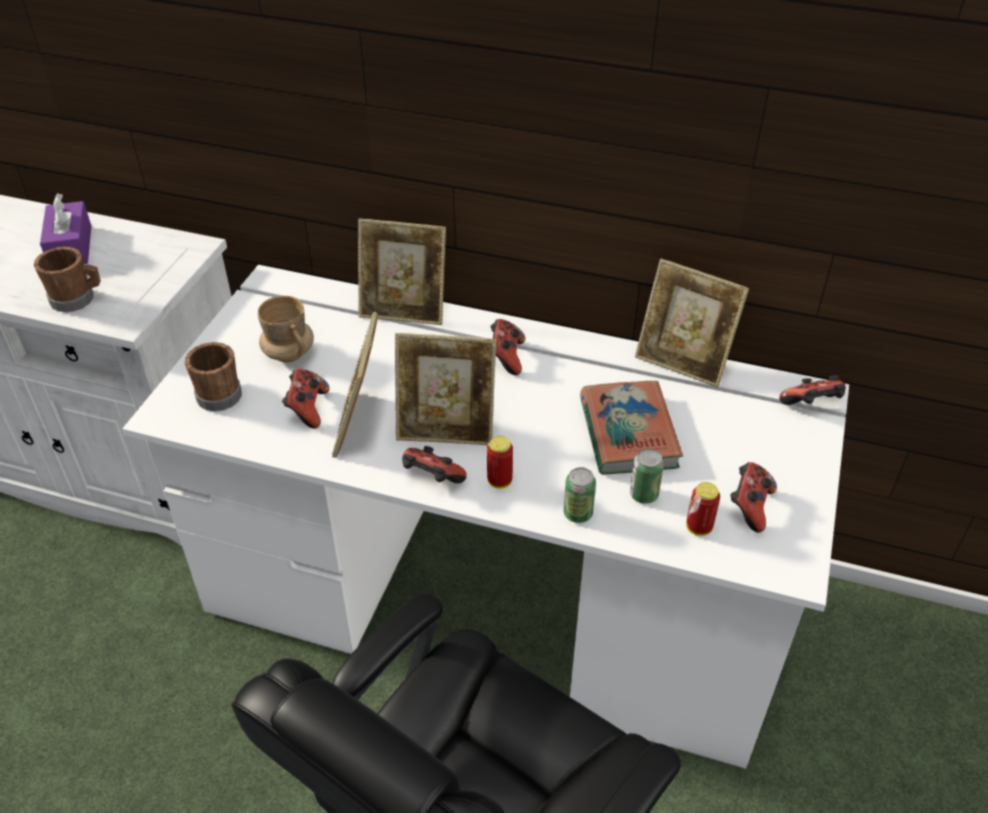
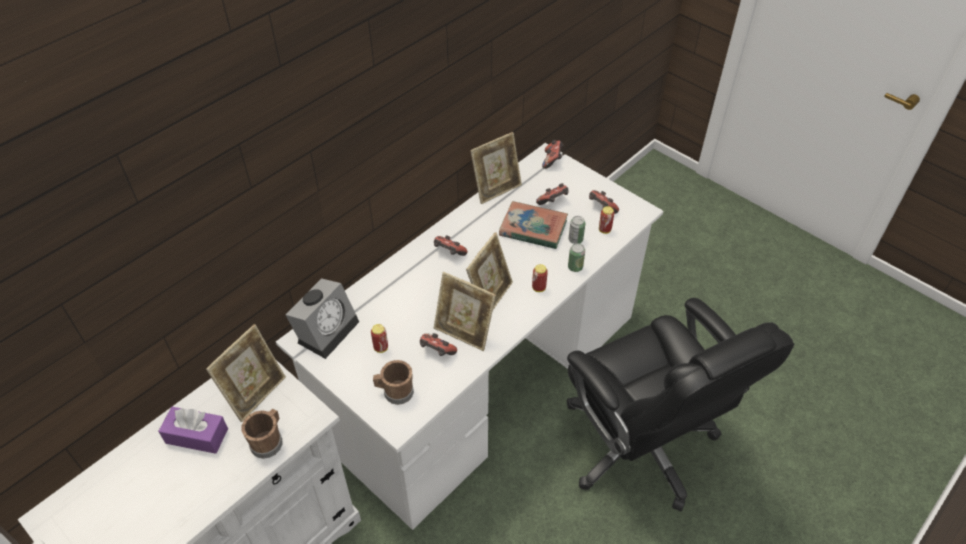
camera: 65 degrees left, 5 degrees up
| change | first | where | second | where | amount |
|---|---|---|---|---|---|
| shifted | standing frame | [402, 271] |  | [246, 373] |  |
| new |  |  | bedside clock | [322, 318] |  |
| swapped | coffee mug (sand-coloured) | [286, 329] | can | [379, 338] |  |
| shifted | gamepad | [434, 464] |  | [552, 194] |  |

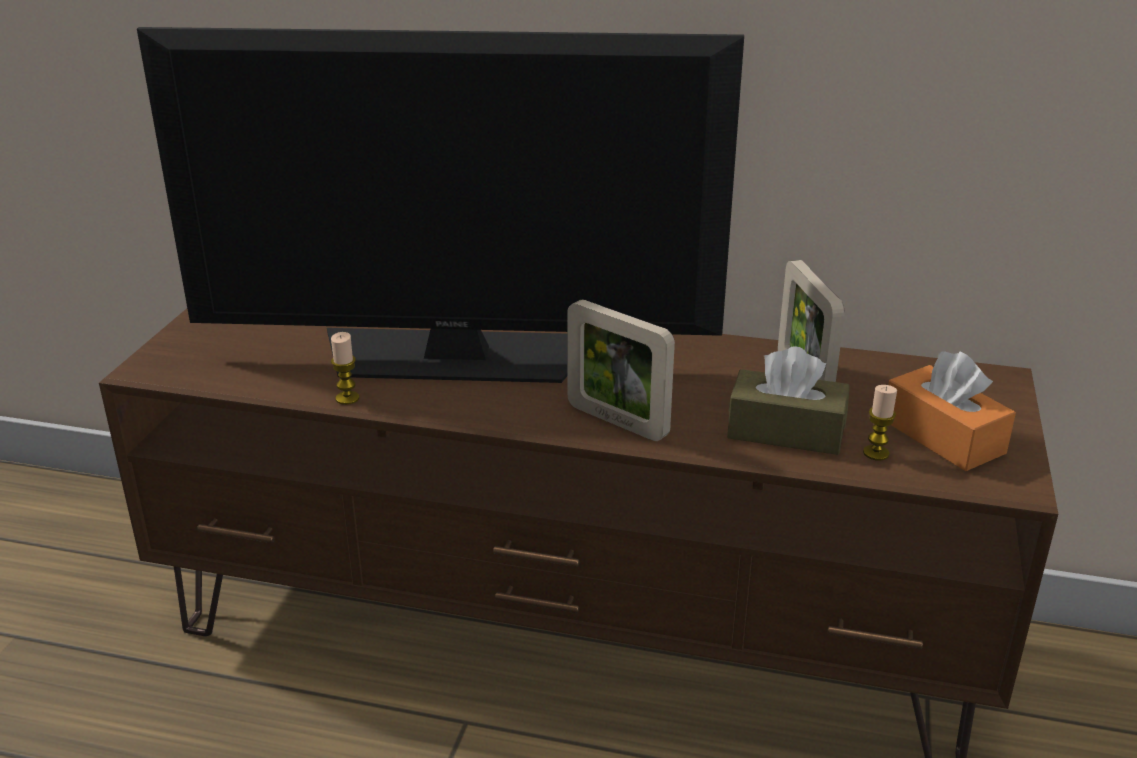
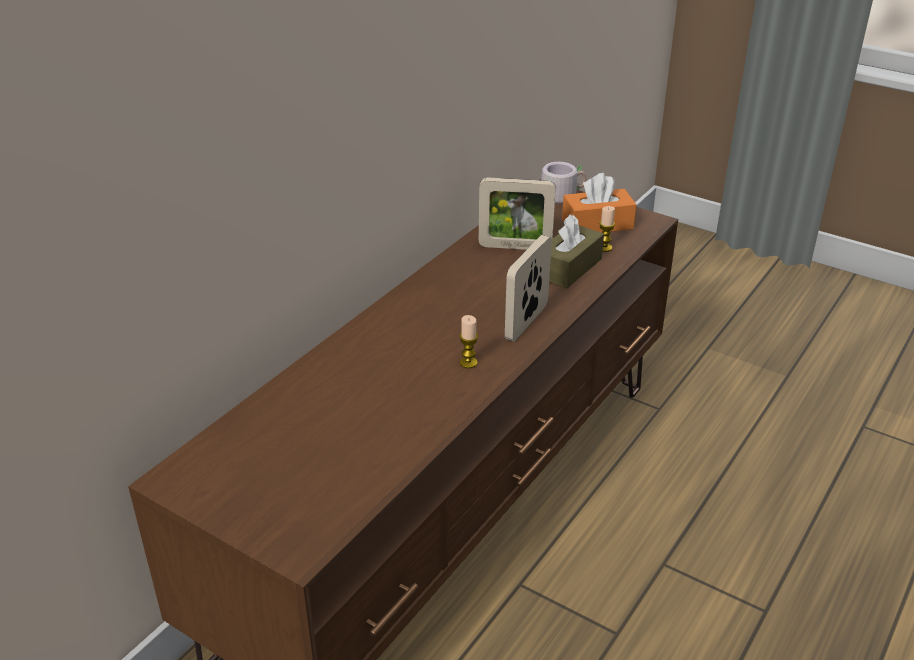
camera: 70 degrees left, 5 degrees up
| change | first | where | second | where | amount |
|---|---|---|---|---|---|
| shifted | wax candle | [345, 368] |  | [469, 341] |  |
| rotated | standing frame | [621, 370] |  | [528, 288] | 150 degrees clockwise |
| new |  |  | coffee mug (gray) | [563, 183] |  |
| gone | TV | [440, 205] |  |  |  |

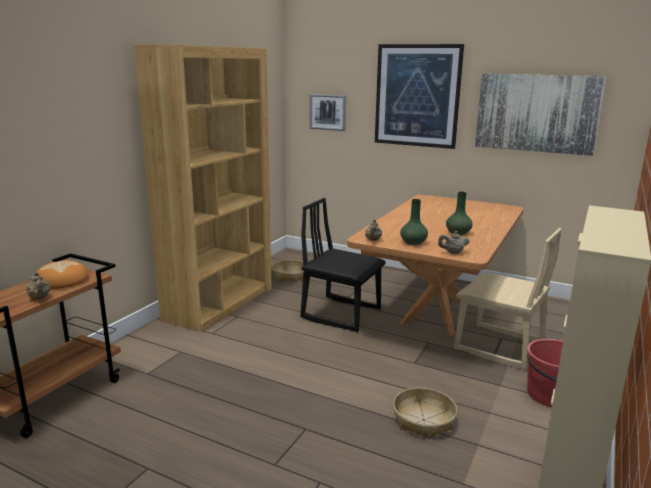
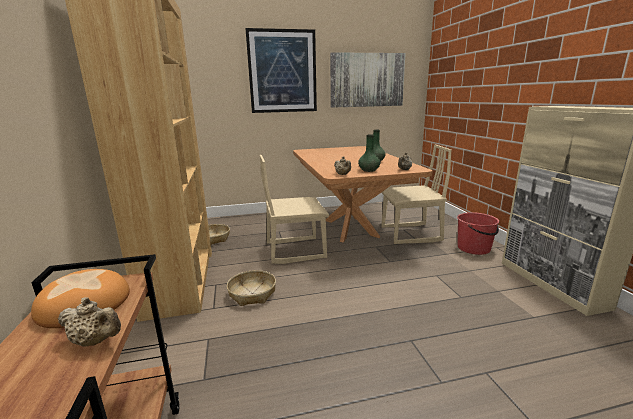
camera: 40 degrees left, 0 degrees up
| change | first | where | second | where | amount |
|---|---|---|---|---|---|
| shifted | basket | [425, 413] |  | [251, 288] |  |
| repainted | chair (blackish) | [343, 265] | chair (sand-coloured) | [294, 209] |  |
| gone | wall picture | [328, 112] |  |  |  |

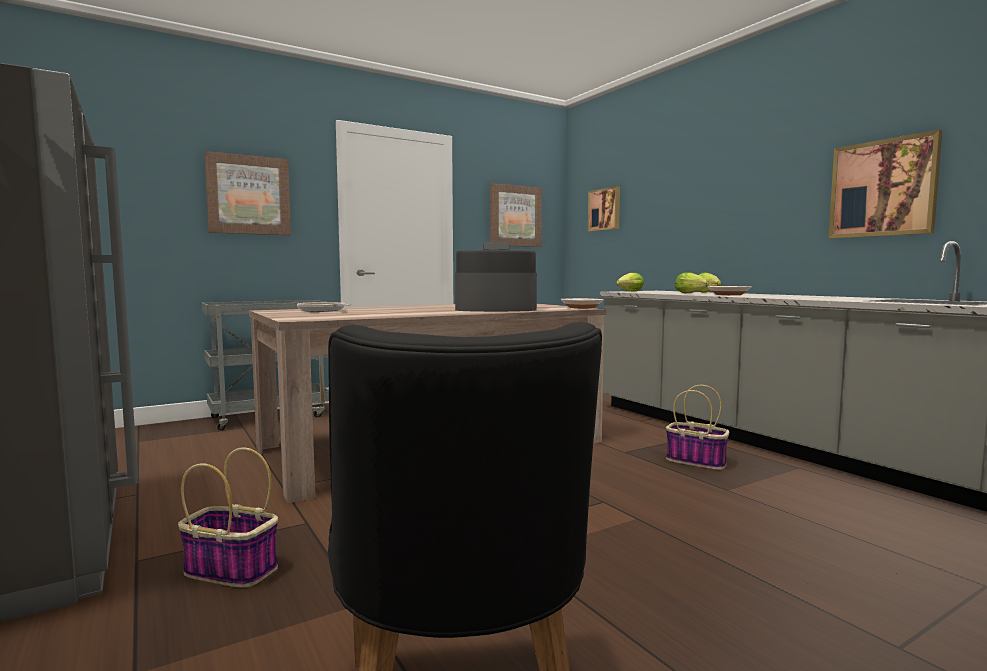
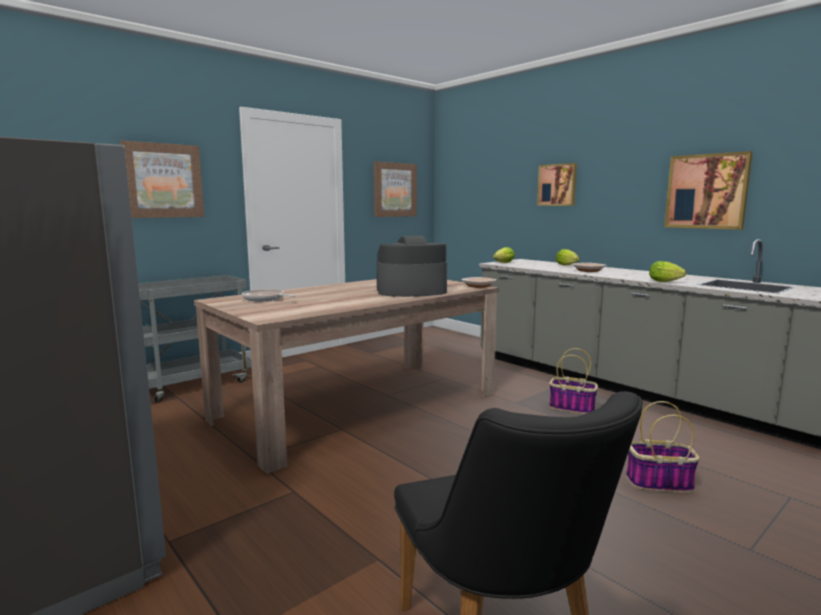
camera: 10 degrees left, 5 degrees up
| change | first | where | second | where | amount |
|---|---|---|---|---|---|
| shifted | wall picture | [604, 208] |  | [557, 184] |  |
| shifted | basket | [228, 517] |  | [663, 447] |  |
| shifted | head of lettuce | [692, 283] |  | [667, 271] |  |

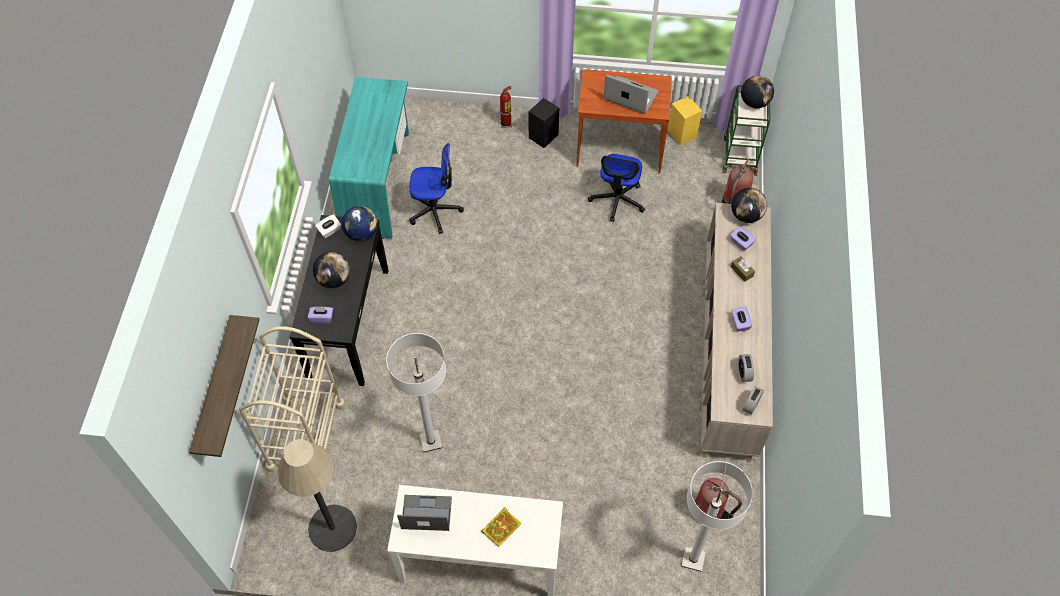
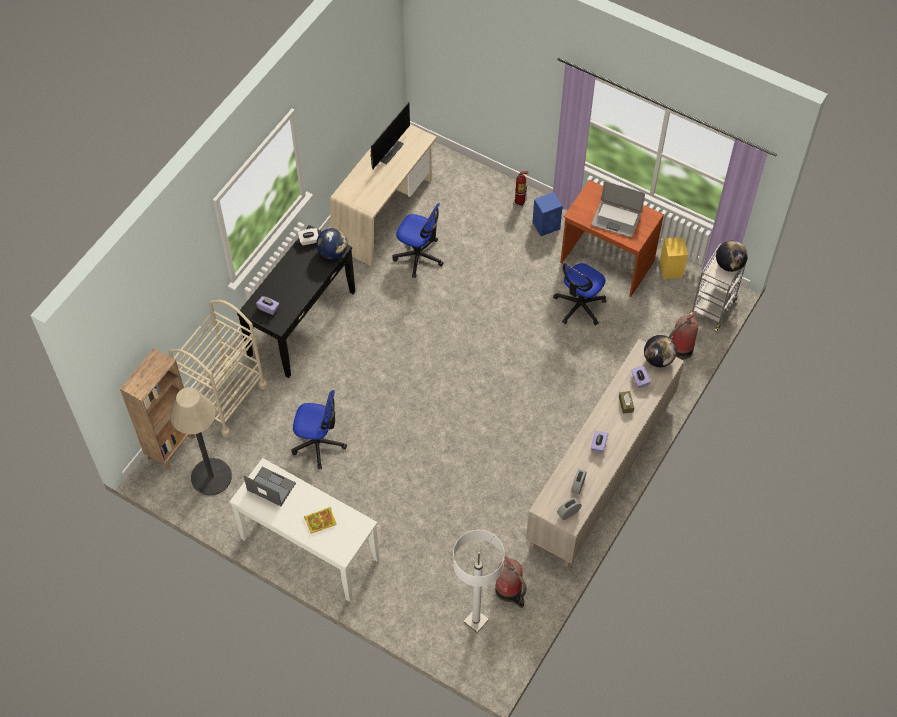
camera: 25 degrees right, 0 degrees up
| change | first | where | second | where | amount |
|---|---|---|---|---|---|
| new |  |  | shelving unit (brownish) | [157, 409] |  |
| swapped | standing lamp (white) | [416, 392] | desk chair | [319, 429] |  |
| repainted | desk table (blue-green) | [369, 158] | desk table (sand-coloured) | [383, 195] |  |
| new |  |  | computer screen | [390, 135] |  |
| repainted | speaker (blackish) | [544, 123] | speaker (bluish) | [547, 214] |  |
| rotated | laptop | [630, 94] |  | [618, 209] | 150 degrees clockwise |
| repainted | cart (green-coloured) | [746, 130] | cart (gray) | [718, 287] |  |
| gone | bracket shelf | [224, 386] |  |  |  |
| gone | globe | [331, 270] |  |  |  |

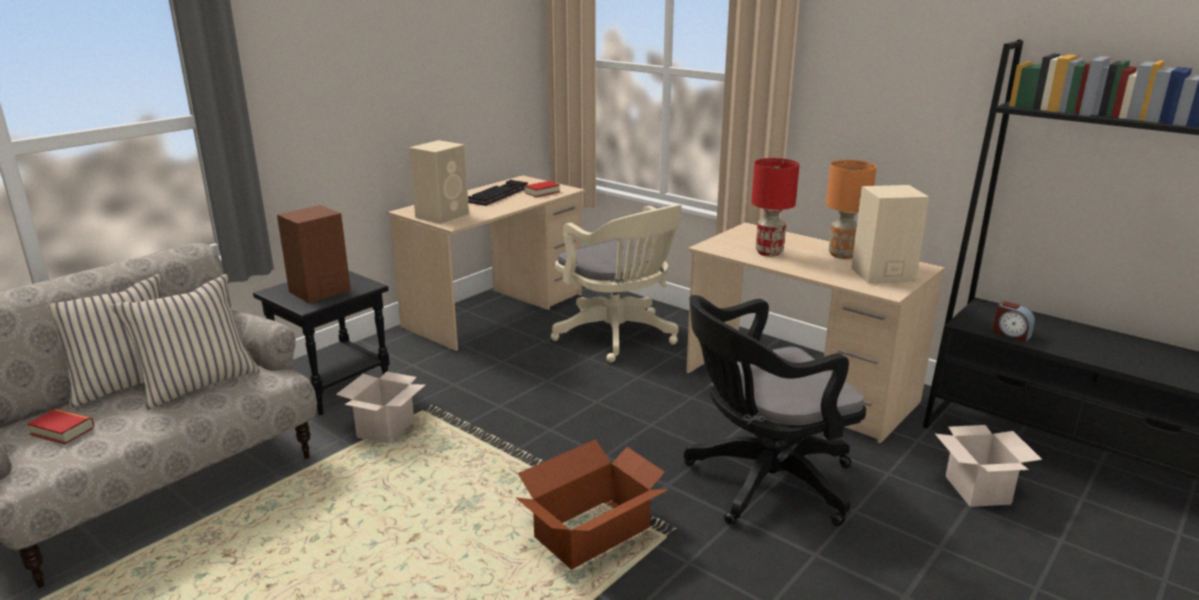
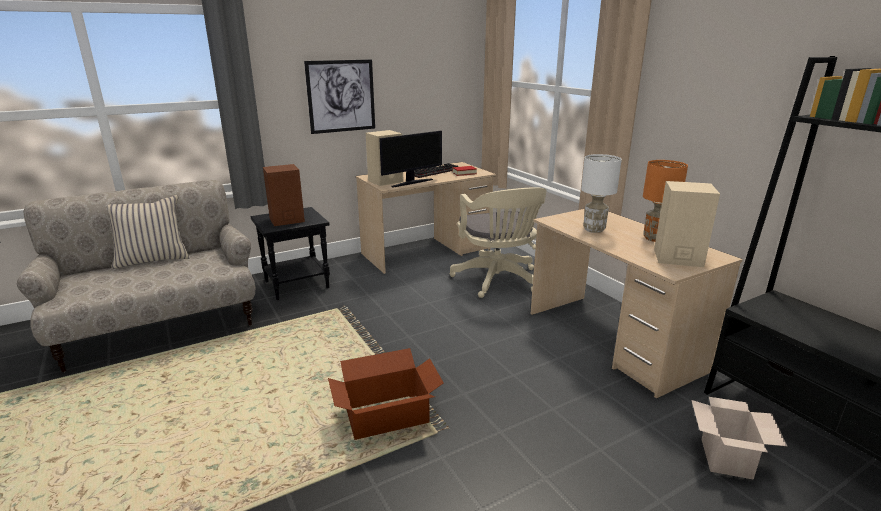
camera: 20 degrees right, 0 degrees up
| change | first | where | second | where | amount |
|---|---|---|---|---|---|
| new |  |  | wall picture | [339, 97] |  |
| new |  |  | computer screen | [410, 159] |  |
| repainted | table lamp (reddish) | [776, 207] | table lamp (white) | [601, 193] |  |
| gone | volume | [60, 426] |  |  |  |
| gone | throw pillow (sand-coloured) | [185, 342] |  |  |  |
| gone | cardboard box | [381, 407] |  |  |  |
| gone | desk chair (blackish) | [775, 410] |  |  |  |
| gone | bedside clock | [1013, 321] |  |  |  |

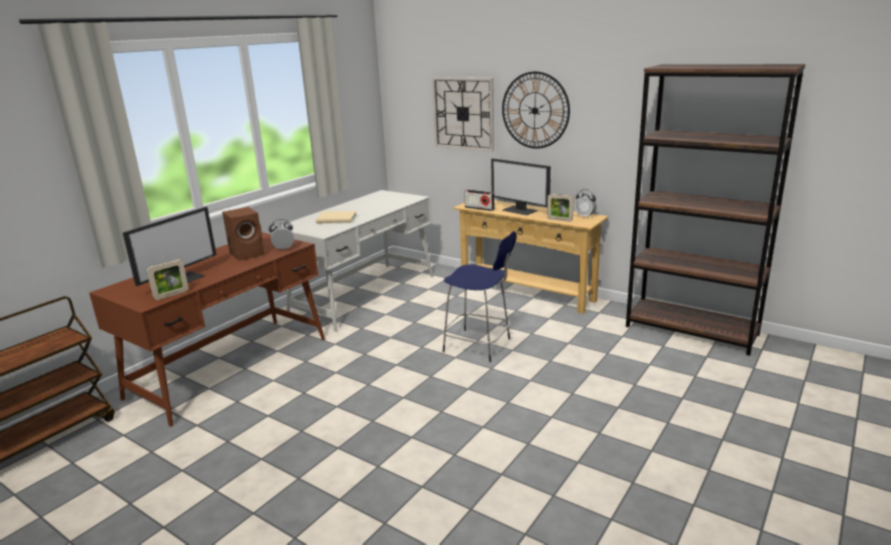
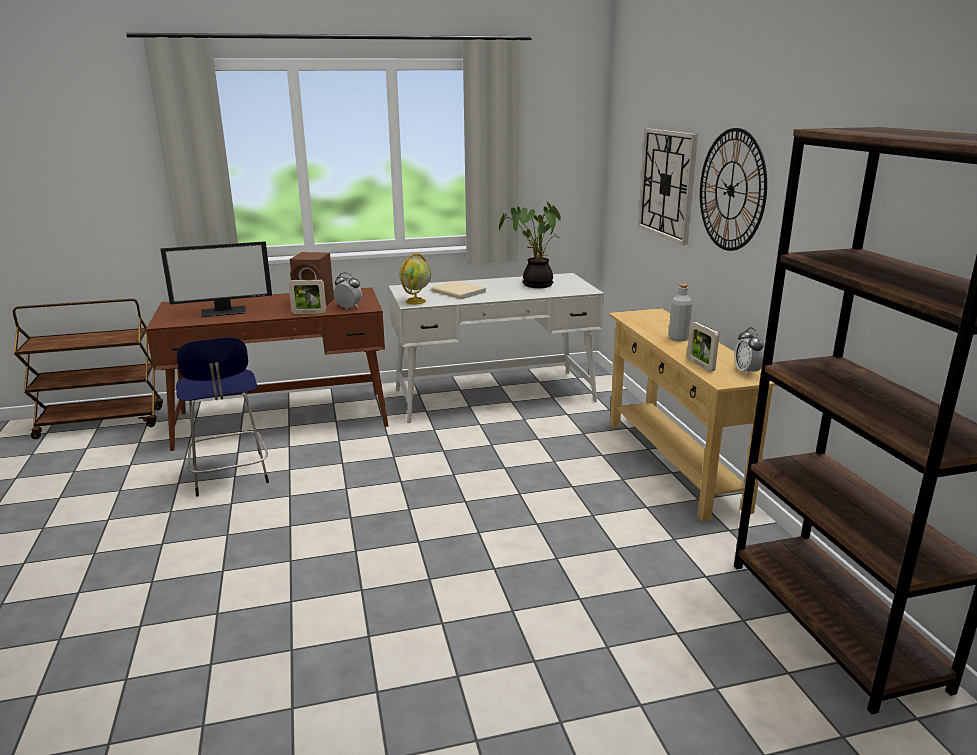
camera: 40 degrees right, 0 degrees up
| change | first | where | second | where | amount |
|---|---|---|---|---|---|
| shifted | stool (bluish) | [479, 296] |  | [222, 417] |  |
| shifted | standing frame | [168, 279] |  | [307, 296] |  |
| new |  |  | globe | [415, 278] |  |
| new |  |  | potted plant | [530, 245] |  |
| swapped | computer screen | [521, 186] | bottle (gray) | [680, 313] |  |
| gone | radio set | [479, 200] |  |  |  |

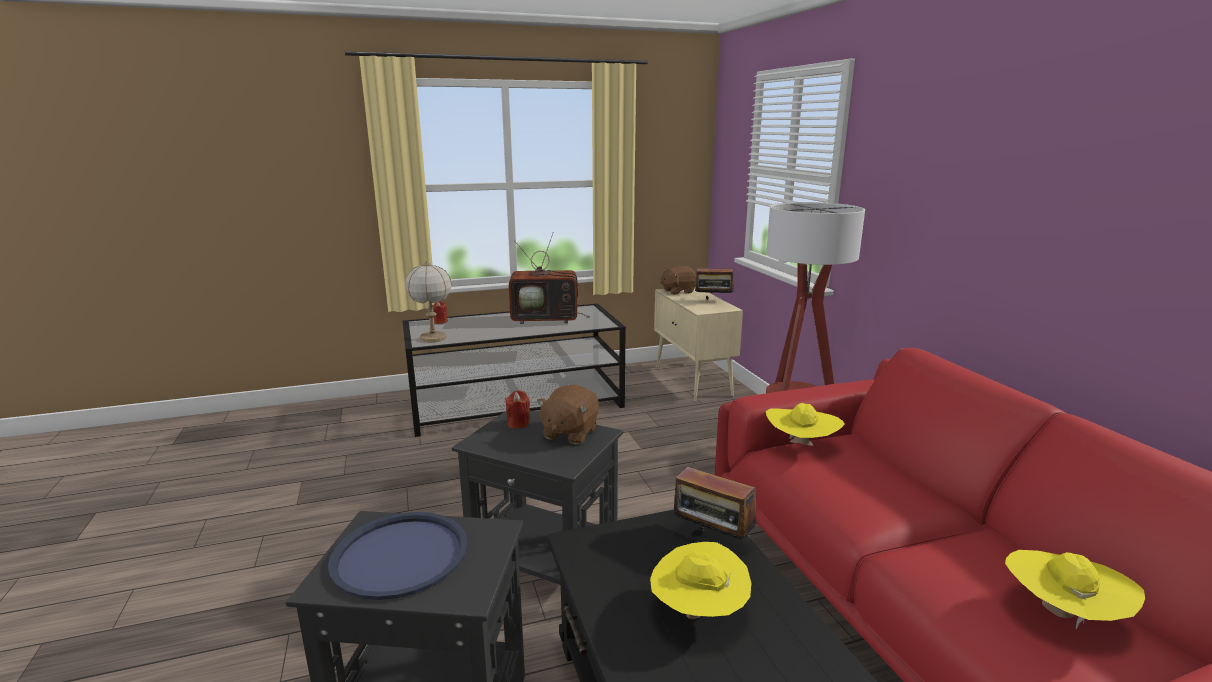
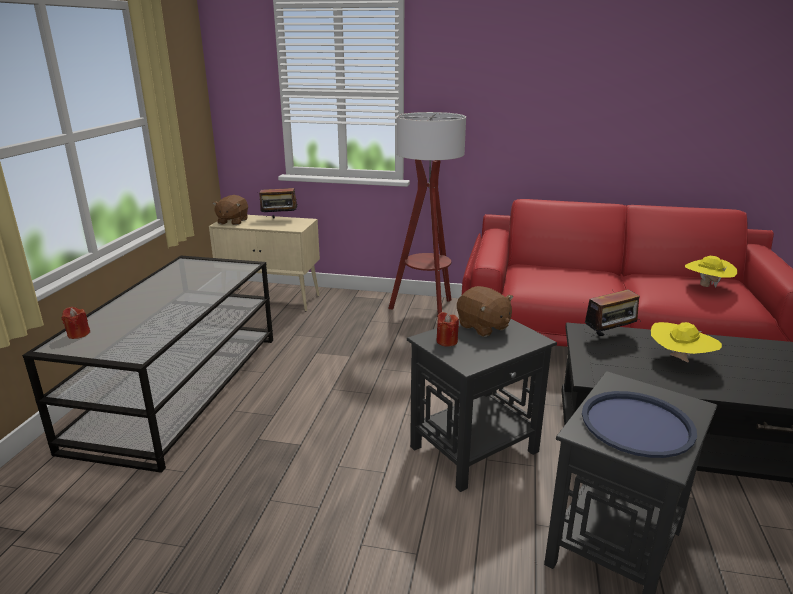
camera: 60 degrees left, 5 degrees up
| change | first | where | second | where | amount |
|---|---|---|---|---|---|
| rotated | radio set | [713, 280] |  | [278, 203] | 45 degrees clockwise |
| gone | table lamp | [429, 301] |  |  |  |
| gone | TV | [549, 278] |  |  |  |
| gone | wearable hat (yellow) | [805, 424] |  |  |  |

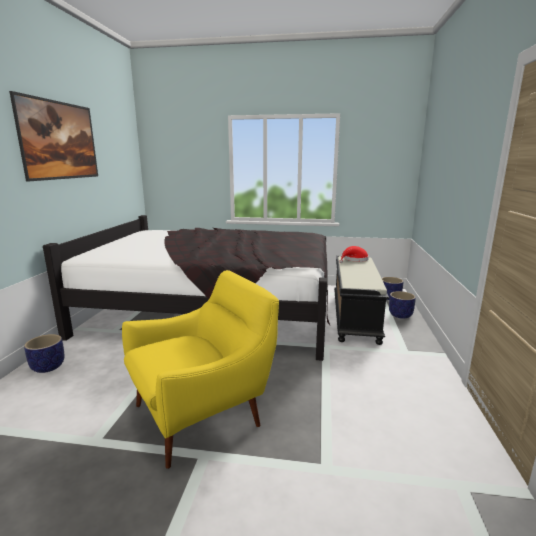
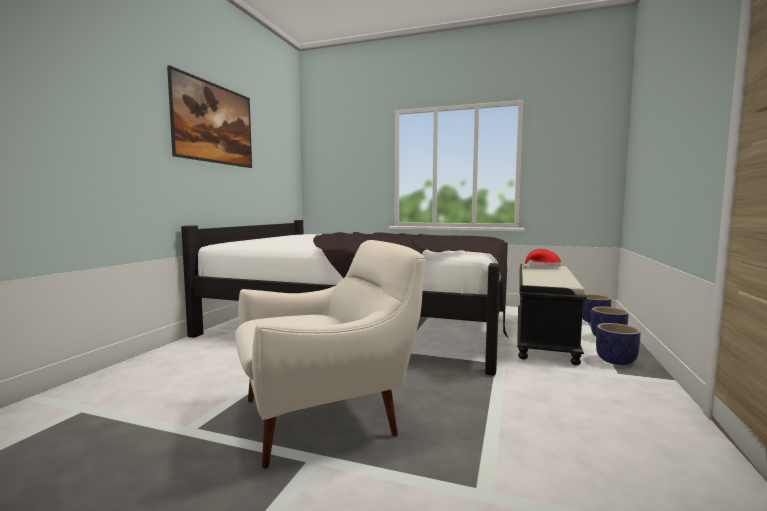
camera: 10 degrees right, 10 degrees down
| change | first | where | second | where | amount |
|---|---|---|---|---|---|
| repainted | easy chair (yellow) | [200, 369] | easy chair (white) | [330, 354] |  |
| shifted | flower pot | [44, 353] |  | [618, 344] |  |

